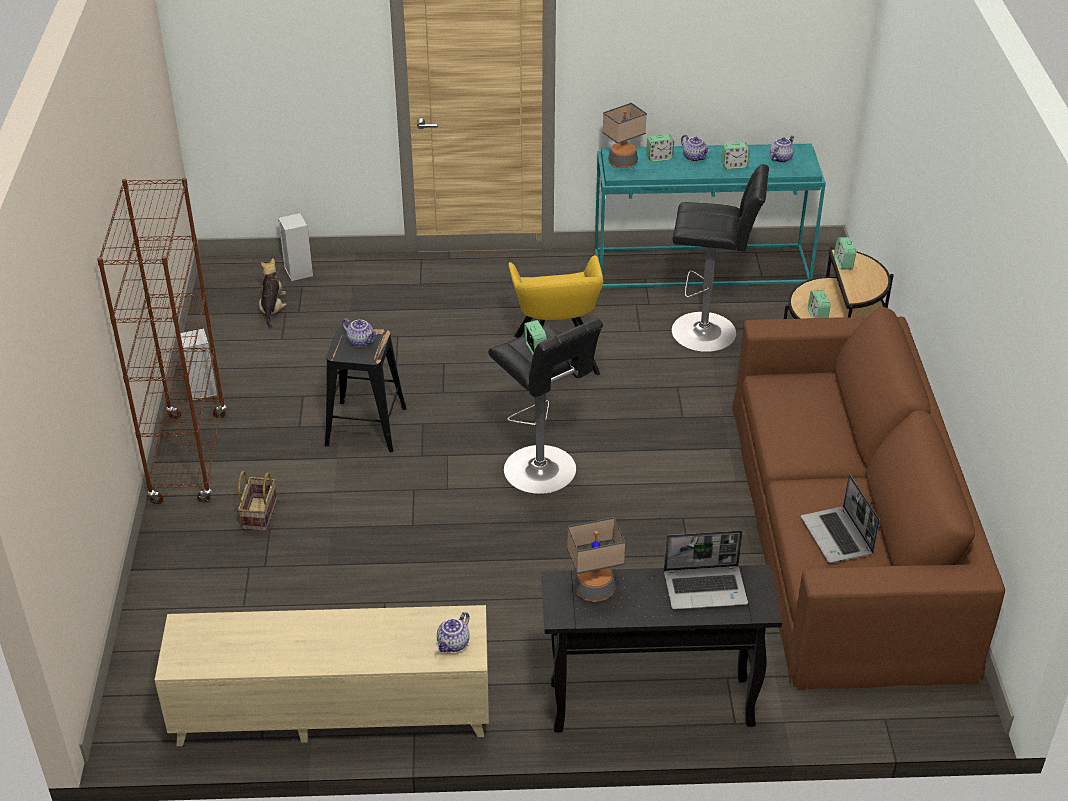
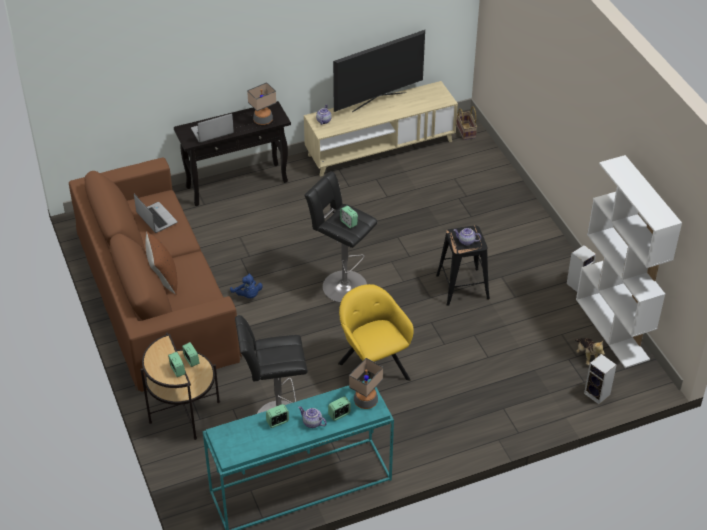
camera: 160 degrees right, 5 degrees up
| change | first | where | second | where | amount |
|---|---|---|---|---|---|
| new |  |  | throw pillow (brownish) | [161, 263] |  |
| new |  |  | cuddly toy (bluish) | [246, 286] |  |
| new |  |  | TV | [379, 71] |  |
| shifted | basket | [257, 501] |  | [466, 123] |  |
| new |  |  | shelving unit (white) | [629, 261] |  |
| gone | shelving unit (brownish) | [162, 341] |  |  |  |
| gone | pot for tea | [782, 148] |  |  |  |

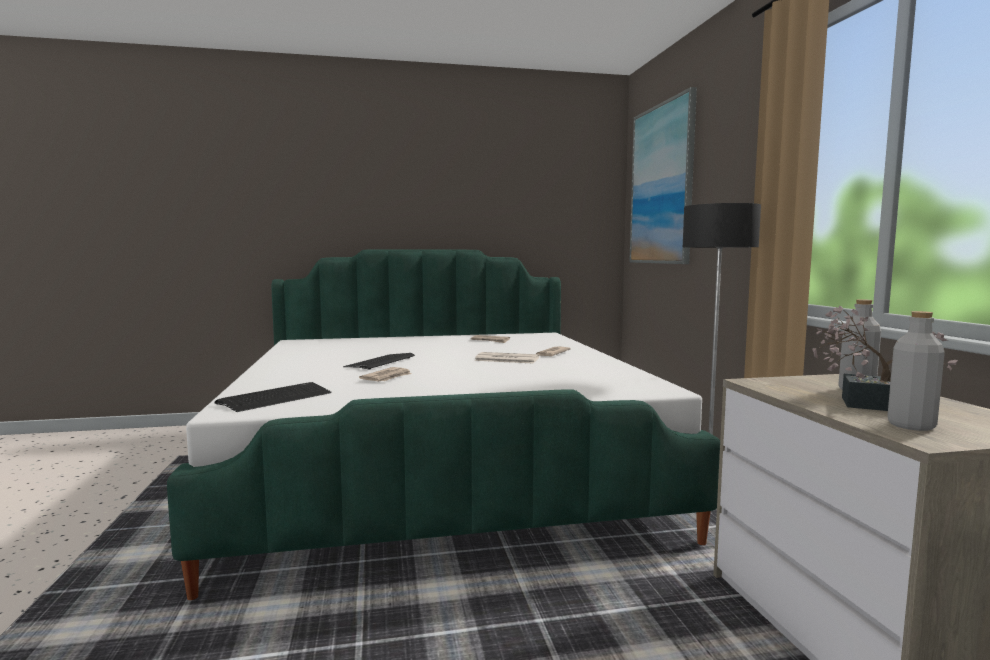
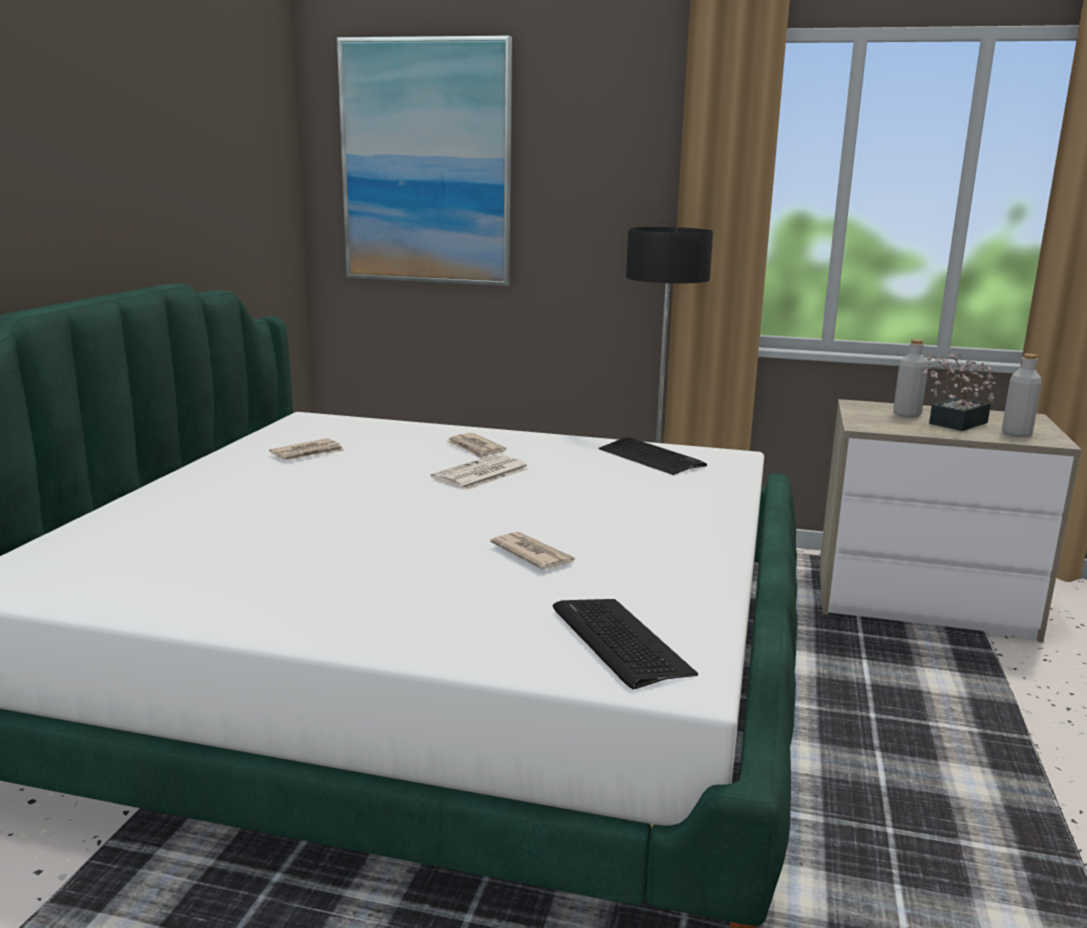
camera: 65 degrees left, 10 degrees up
| change | first | where | second | where | amount |
|---|---|---|---|---|---|
| shifted | PC keyboard | [379, 361] |  | [653, 456] |  |

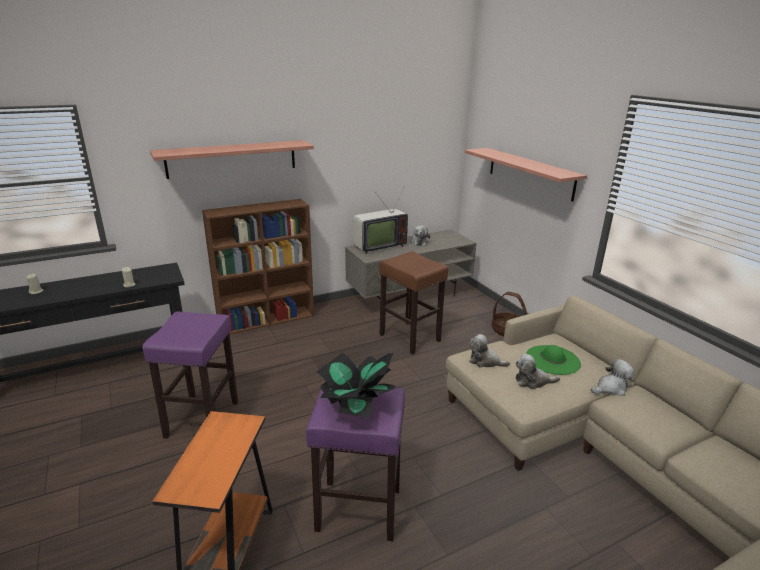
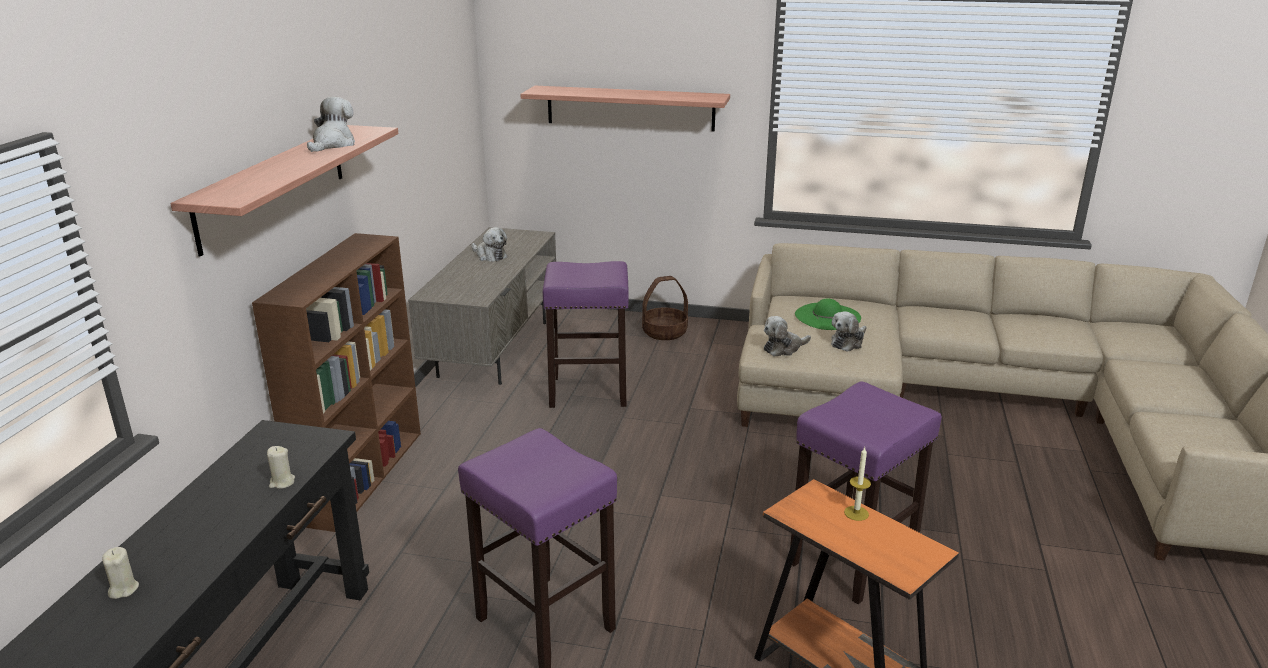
camera: 50 degrees left, 0 degrees up
| change | first | where | second | where | amount |
|---|---|---|---|---|---|
| shifted | cuddly toy | [612, 377] |  | [331, 124] |  |
| repainted | stool (brownish) | [413, 303] | stool (purple-coloured) | [586, 334] |  |
| new |  |  | wax candle | [857, 484] |  |
| gone | potted plant | [357, 385] |  |  |  |
| gone | TV | [380, 220] |  |  |  |

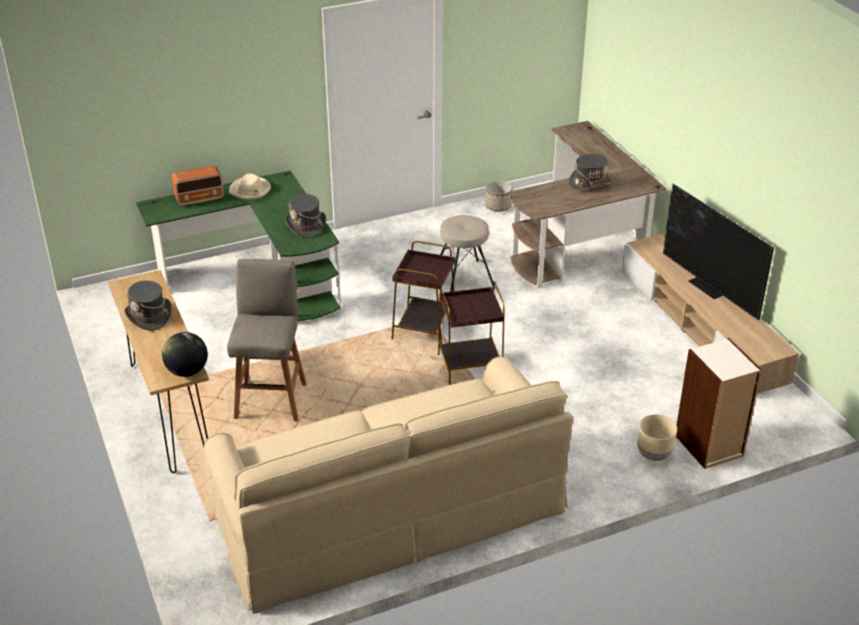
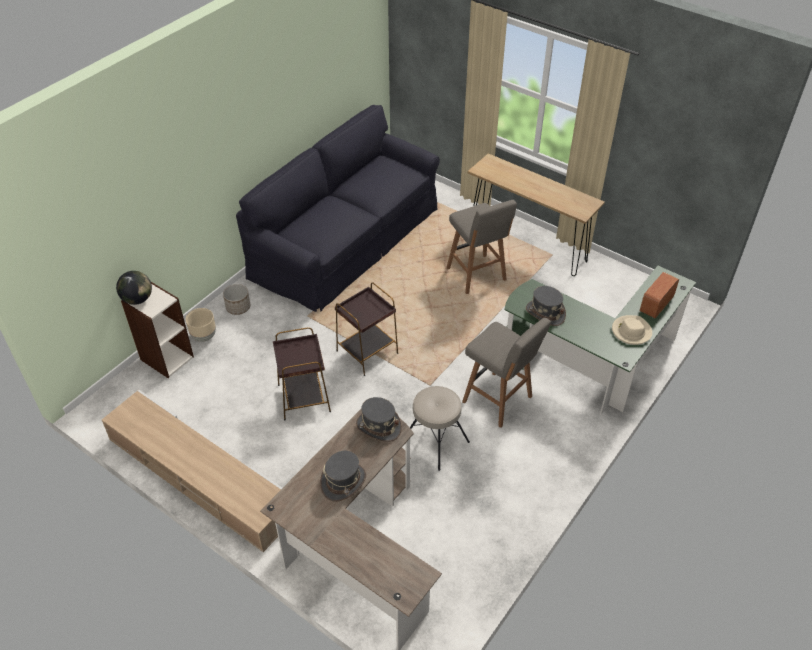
camera: 150 degrees right, 10 degrees up
| change | first | where | second | where | amount |
|---|---|---|---|---|---|
| shifted | globe | [185, 354] |  | [134, 288] |  |
| shifted | flower pot | [498, 196] |  | [236, 299] |  |
| repainted | couch (sand-coloured) | [388, 485] | couch (blackish) | [338, 208] |  |
| shifted | accent table (brownish) | [423, 292] |  | [302, 374] |  |
| shifted | wearable hat (gray) | [148, 305] |  | [379, 419] |  |
| new |  |  | stool (gray) | [506, 373] |  |
| gone | TV | [718, 252] |  |  |  |

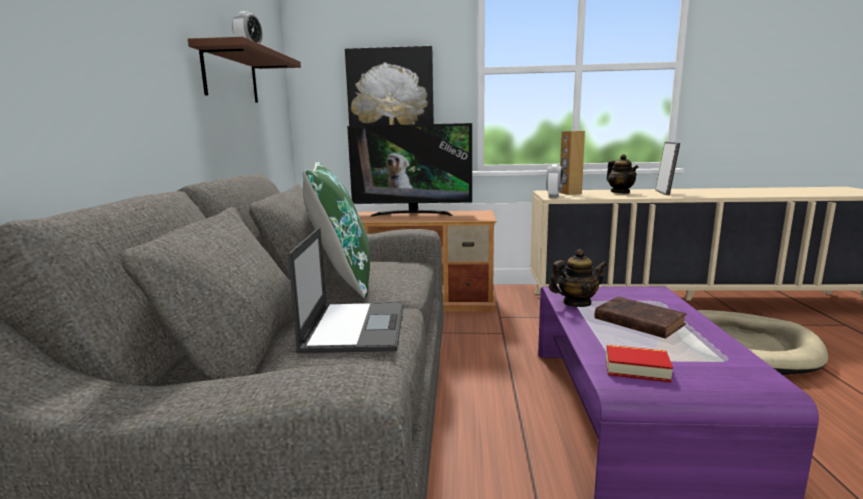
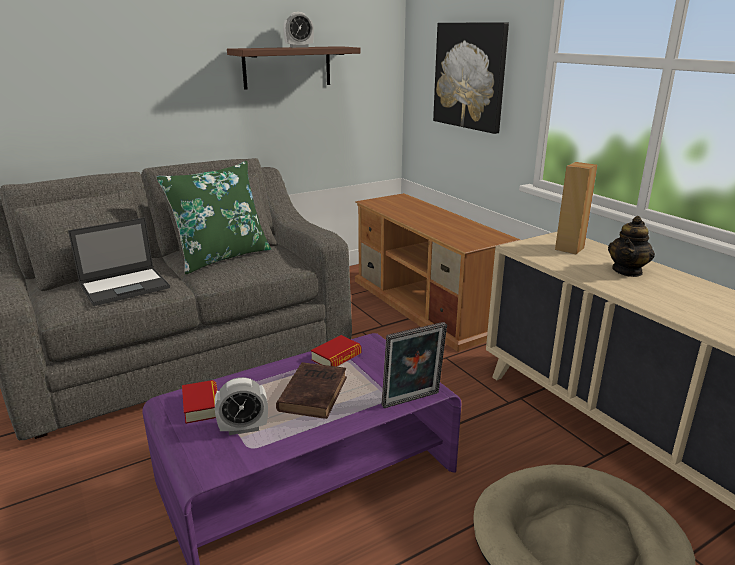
camera: 55 degrees right, 10 degrees up
| change | first | where | second | where | amount |
|---|---|---|---|---|---|
| shifted | bedside clock | [554, 181] |  | [241, 406] |  |
| swapped | pot for tea | [578, 278] | volume | [336, 351] |  |
| shifted | standing frame | [667, 168] |  | [414, 365] |  |
| gone | TV | [409, 170] |  |  |  |

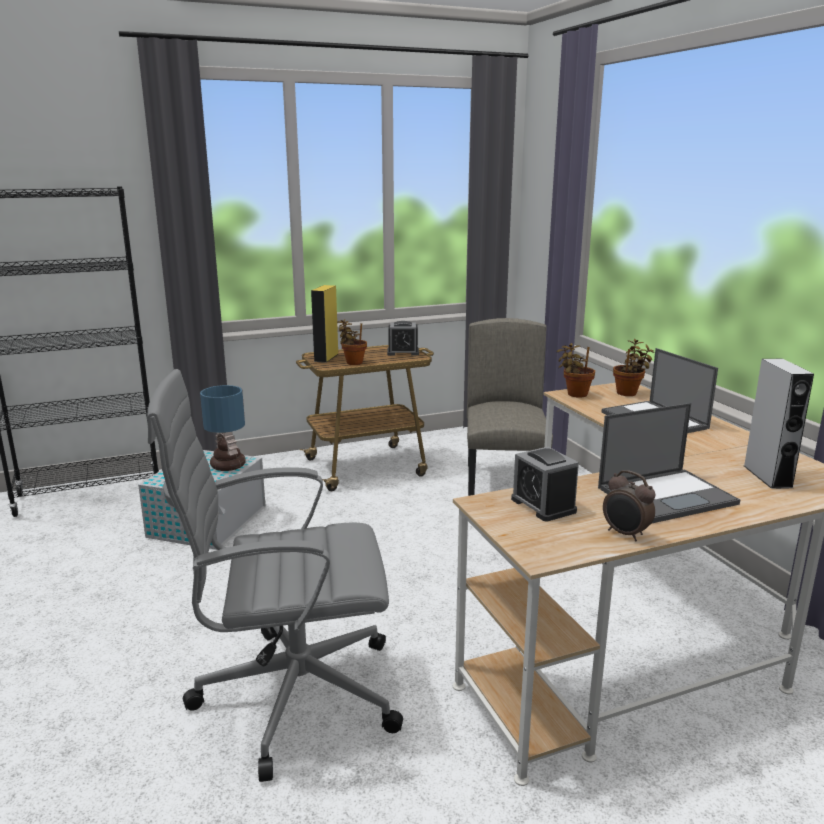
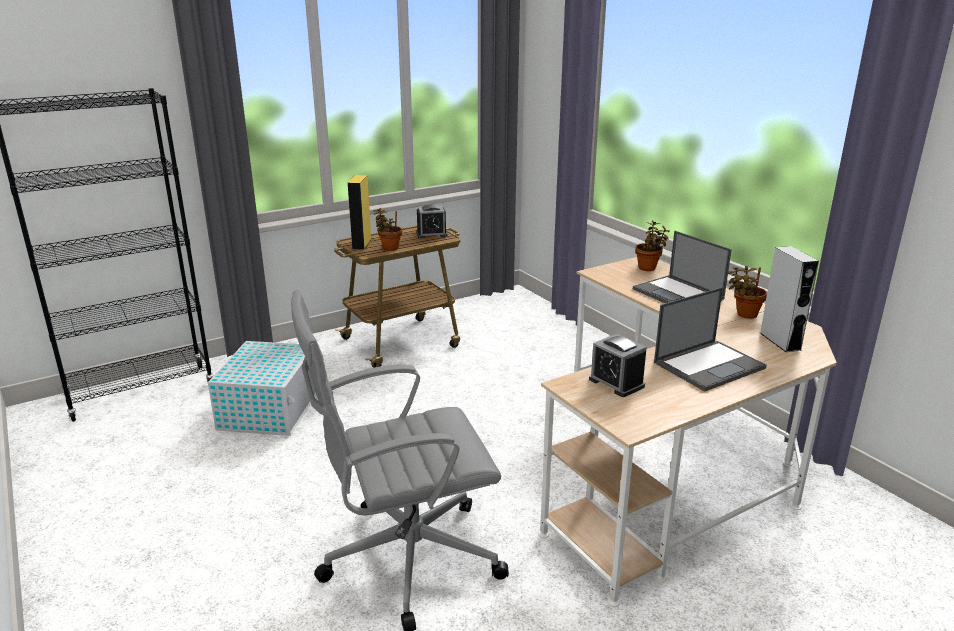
camera: 10 degrees left, 5 degrees up
| change | first | where | second | where | amount |
|---|---|---|---|---|---|
| shifted | potted plant | [575, 370] |  | [747, 292] |  |
| gone | table lamp | [223, 428] |  |  |  |
| gone | chair (sand-coloured) | [510, 407] |  |  |  |
| gone | bedside clock | [629, 505] |  |  |  |

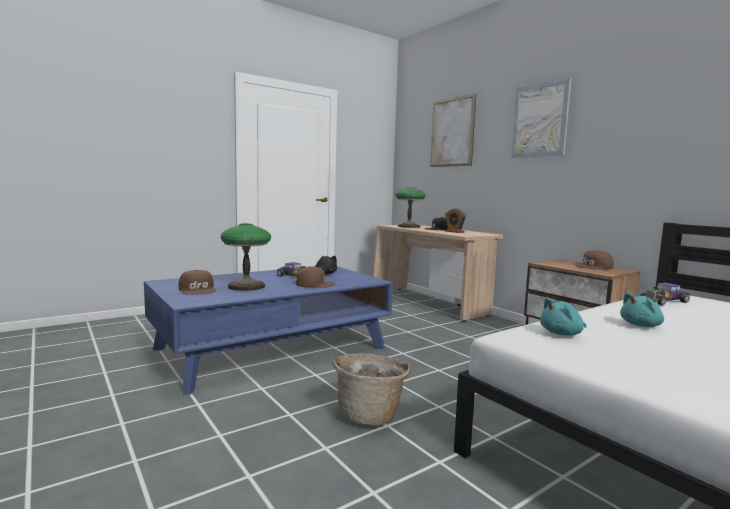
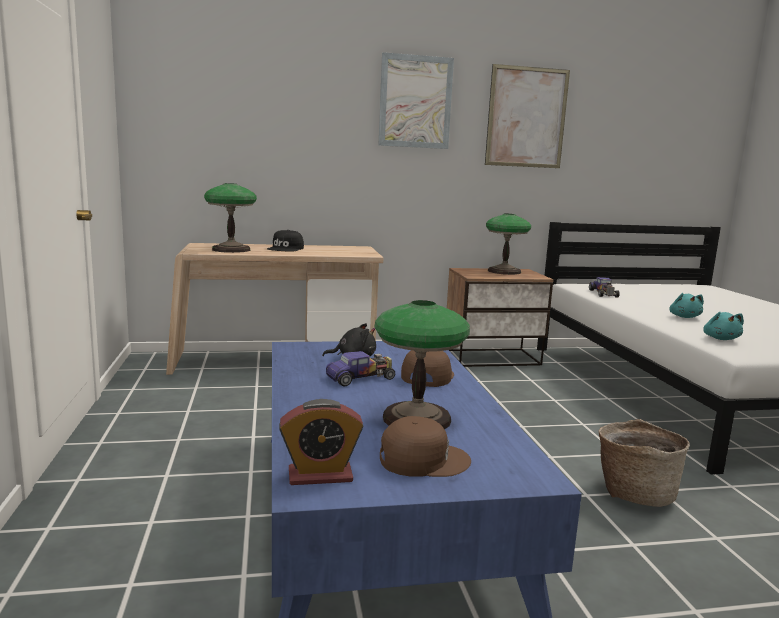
camera: 65 degrees left, 5 degrees up
| change | first | where | second | where | amount |
|---|---|---|---|---|---|
| shifted | bedside clock | [455, 221] |  | [321, 442] |  |
| shifted | wall picture | [453, 130] |  | [527, 116] |  |
| swapped | cap (brownish) | [594, 260] | table lamp | [508, 244] |  |

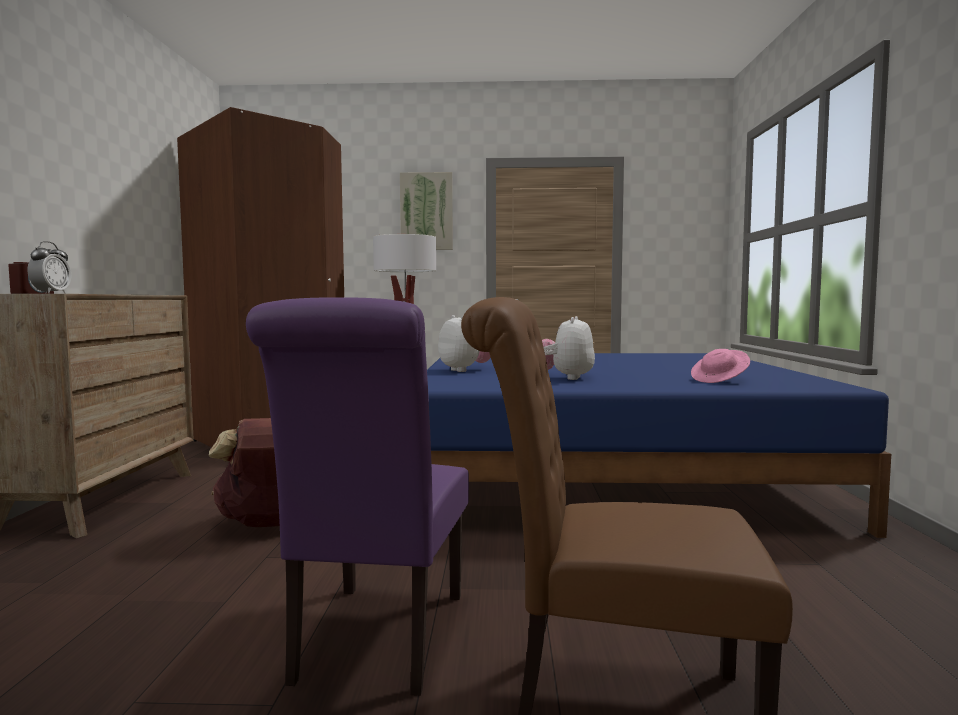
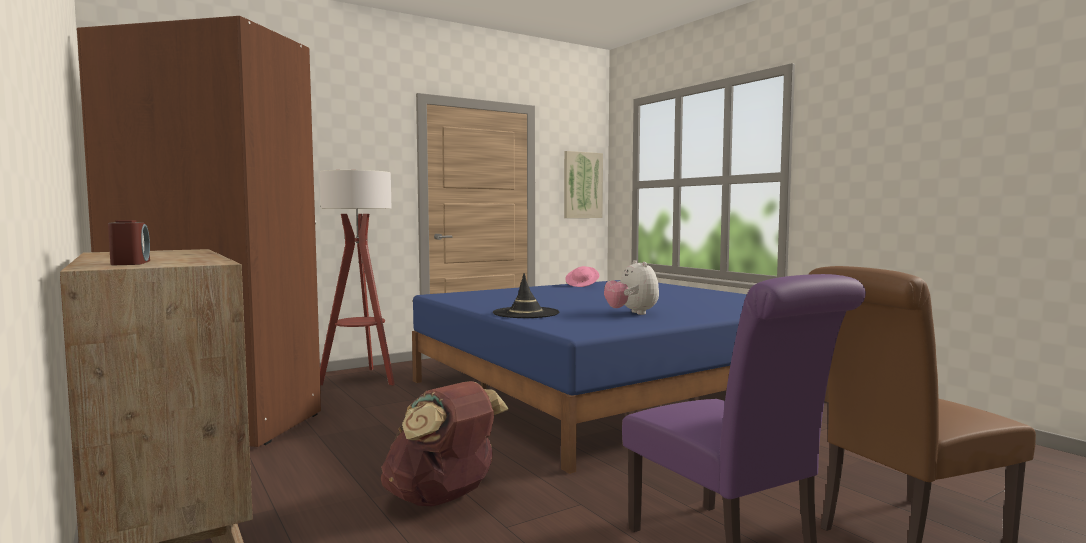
camera: 35 degrees left, 0 degrees up
| change | first | where | second | where | amount |
|---|---|---|---|---|---|
| swapped | cuddly toy | [464, 343] | wearable hat (blackish) | [526, 295] |  |
| shifted | wall picture | [426, 211] |  | [583, 184] |  |
| shifted | wearable hat (pinkish) | [720, 366] |  | [582, 276] |  |
| gone | bedside clock | [49, 267] |  |  |  |

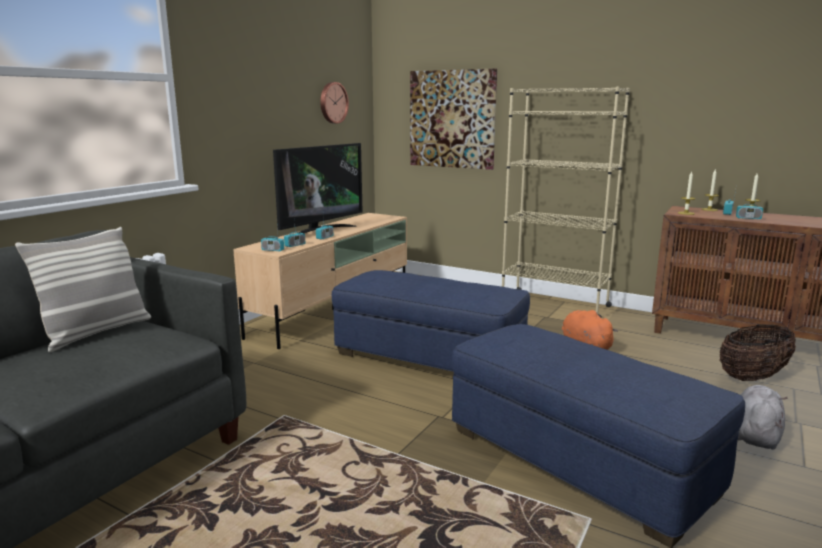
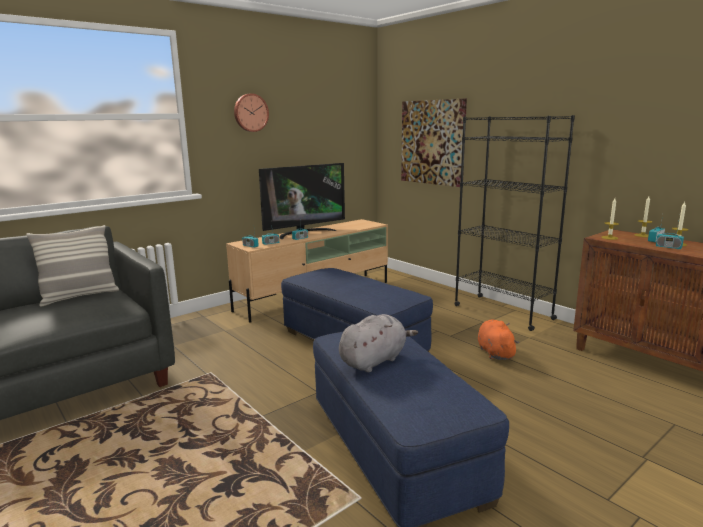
camera: 20 degrees right, 0 degrees up
| change | first | where | second | where | amount |
|---|---|---|---|---|---|
| shifted | hanging clock | [334, 103] |  | [251, 112] |  |
| shifted | cuddly toy (gray) | [763, 417] |  | [378, 343] |  |
| repainted | shelving unit (sand-coloured) | [566, 202] | shelving unit (blackish) | [514, 223] |  |
| gone | basket | [757, 352] |  |  |  |

